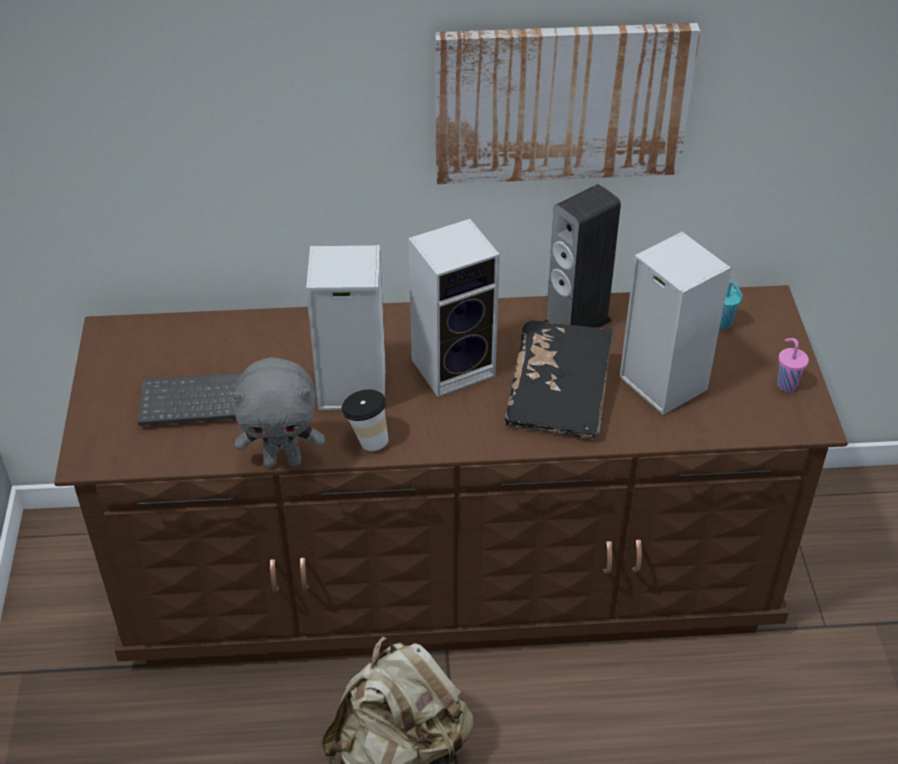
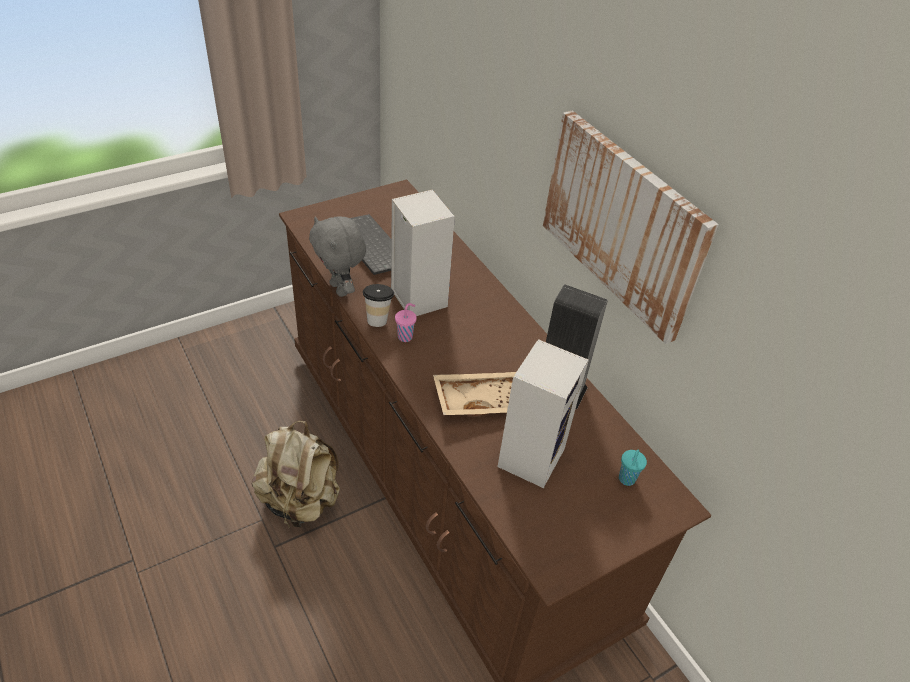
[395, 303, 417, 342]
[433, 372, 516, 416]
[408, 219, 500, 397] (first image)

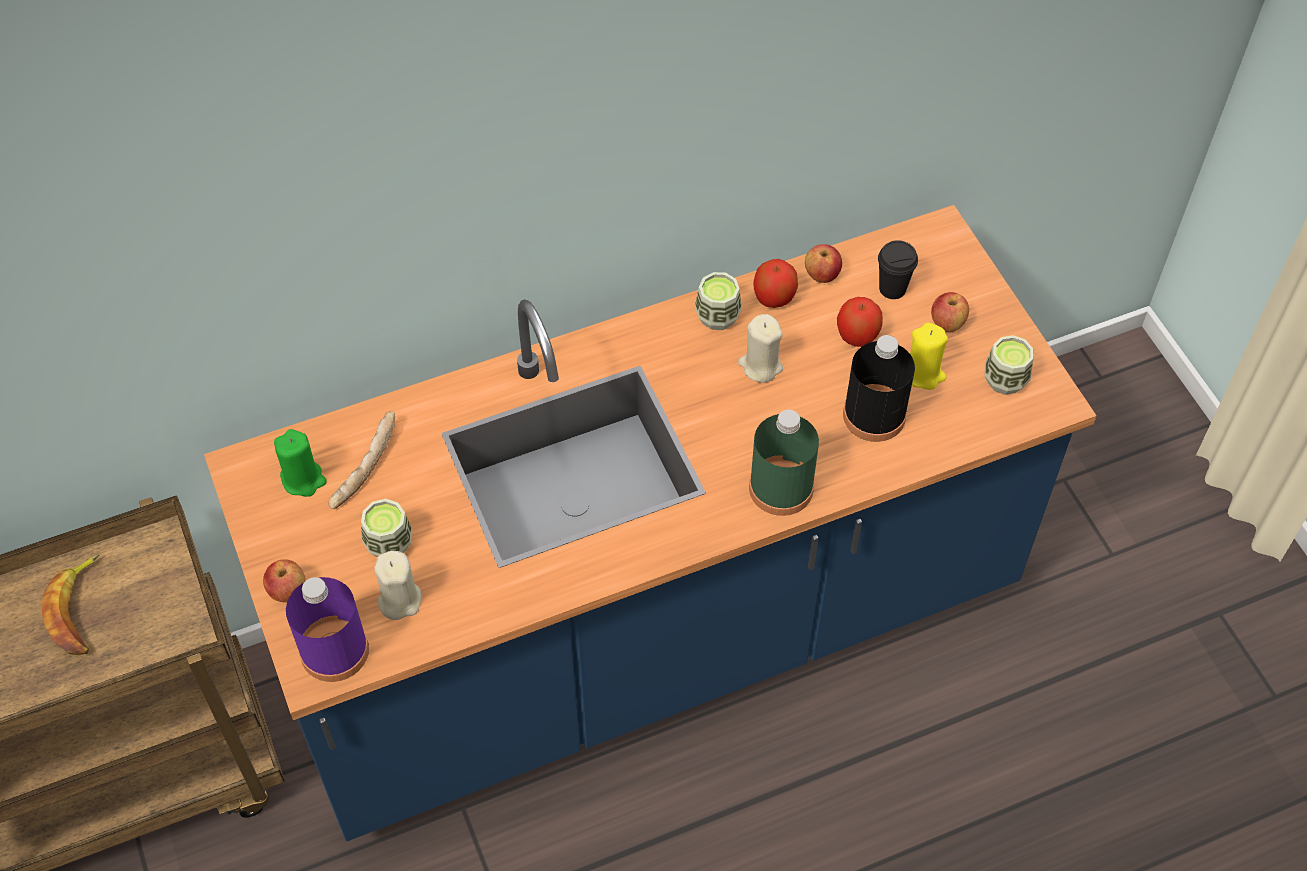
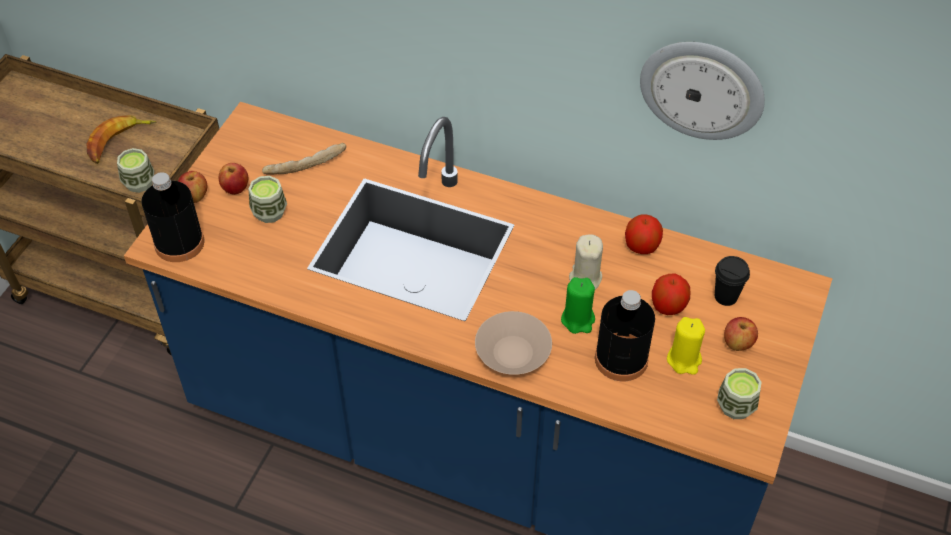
[117, 148, 154, 193]
[141, 172, 204, 262]
[219, 163, 248, 195]
[475, 311, 552, 375]
[561, 277, 595, 334]
[640, 42, 765, 140]
[374, 551, 421, 620] (first image)

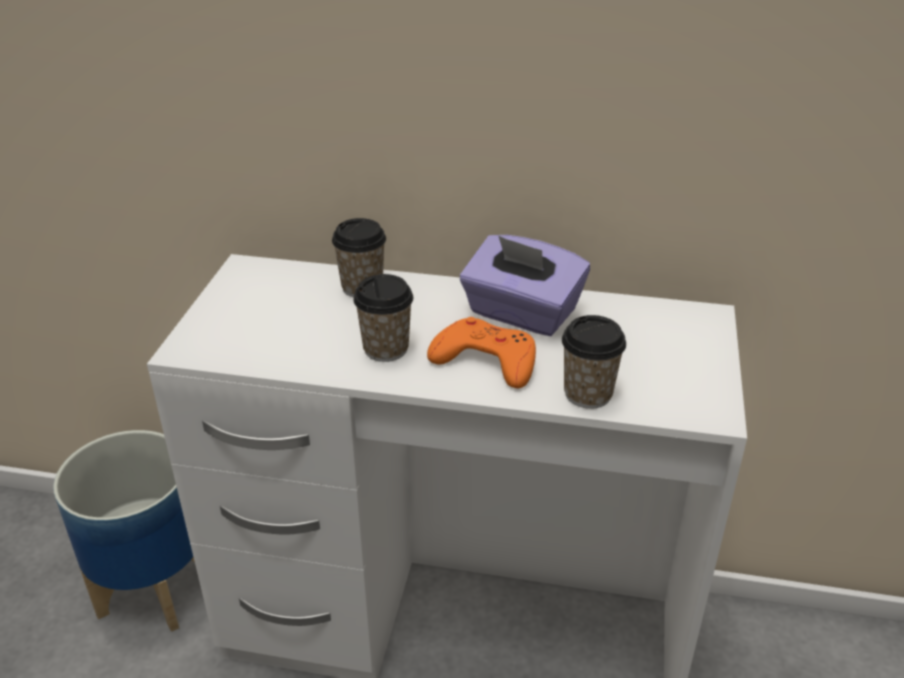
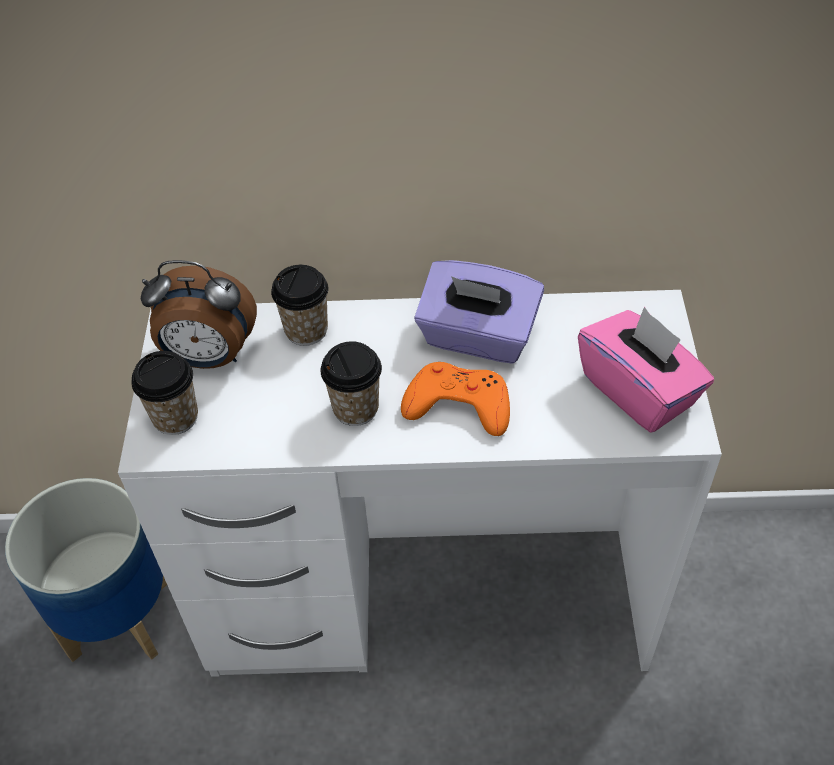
[131, 351, 198, 435]
[141, 260, 257, 369]
[578, 307, 714, 432]

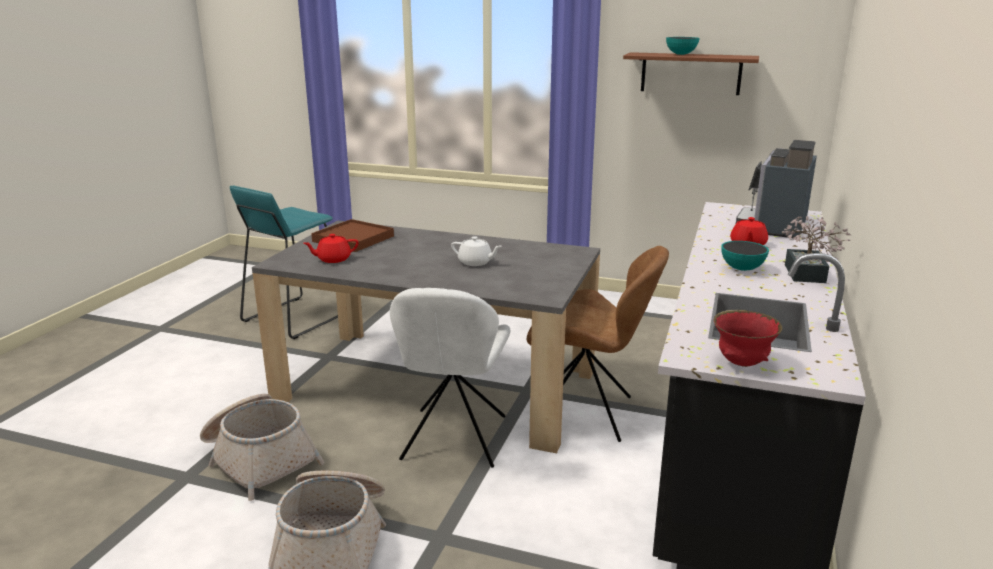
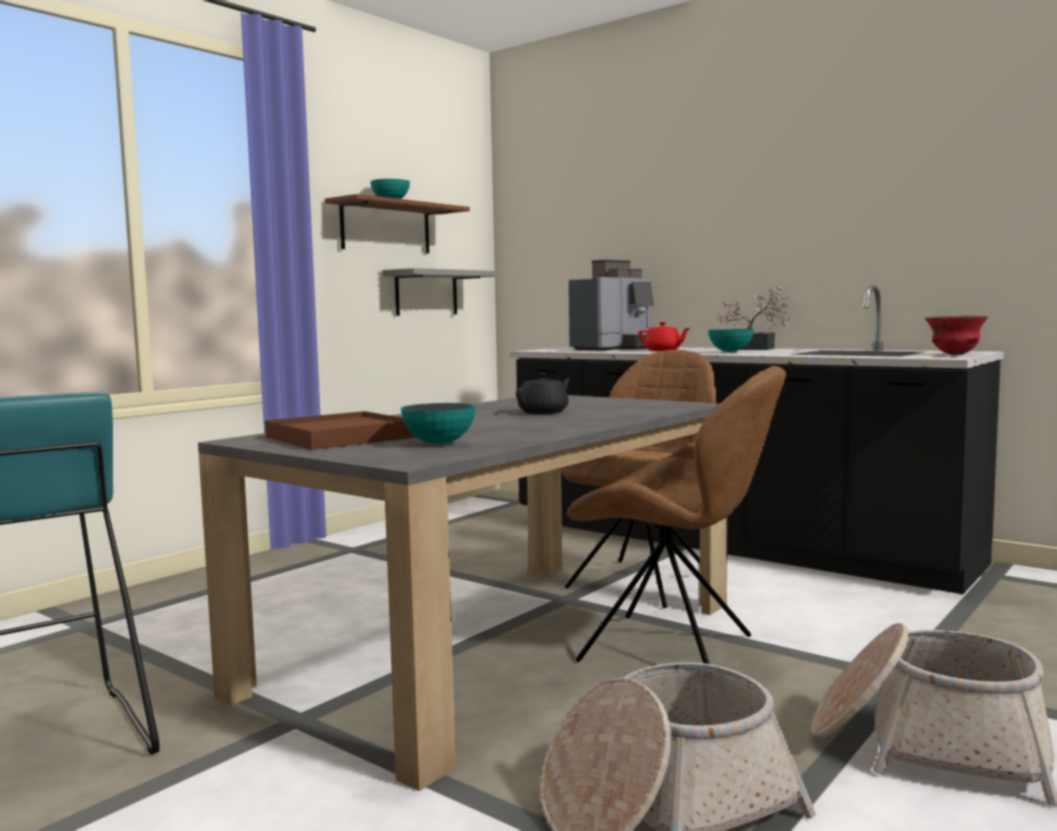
[382, 268, 497, 316]
[401, 403, 476, 444]
[516, 373, 571, 414]
[567, 366, 786, 664]
[569, 259, 654, 351]

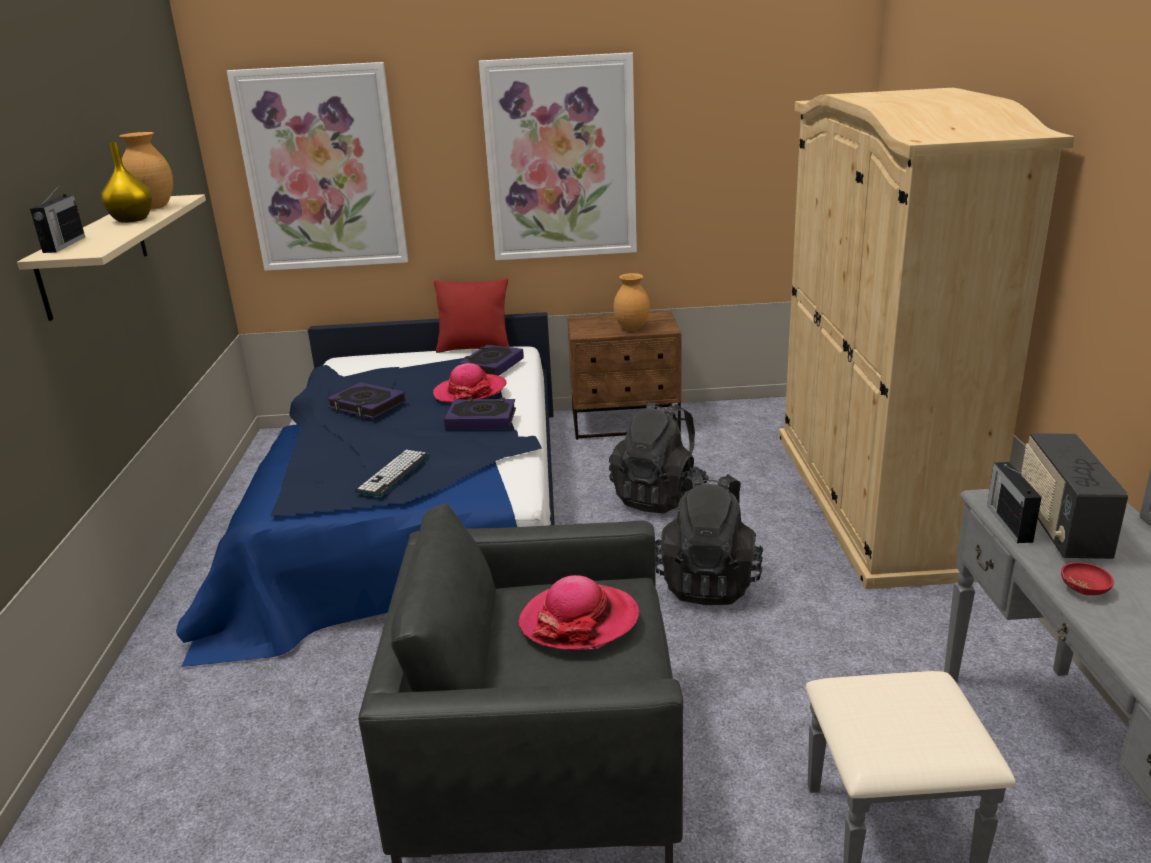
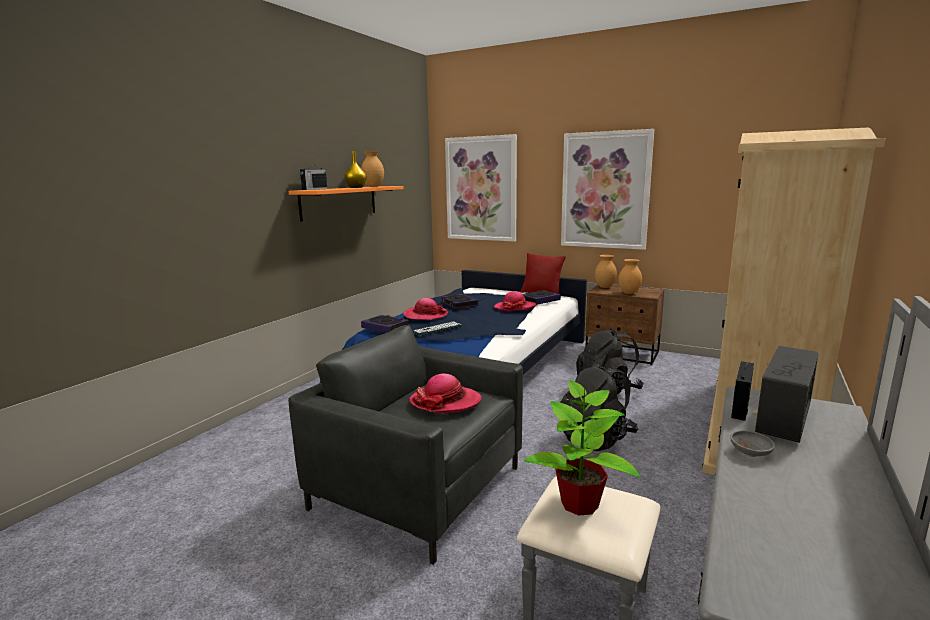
[289, 186, 404, 221]
[361, 315, 409, 333]
[403, 298, 448, 320]
[524, 380, 640, 516]
[595, 255, 617, 288]
[730, 430, 775, 457]

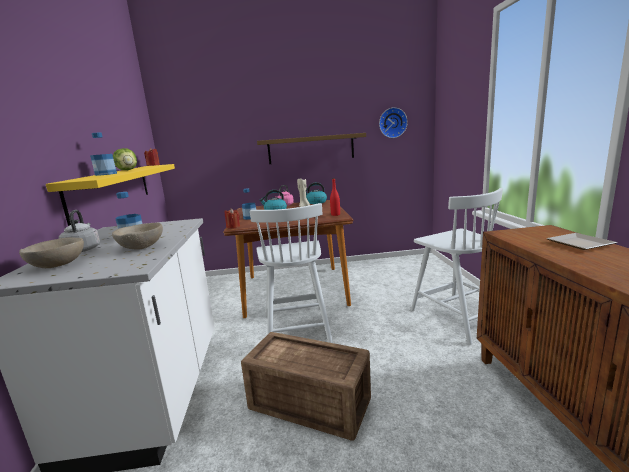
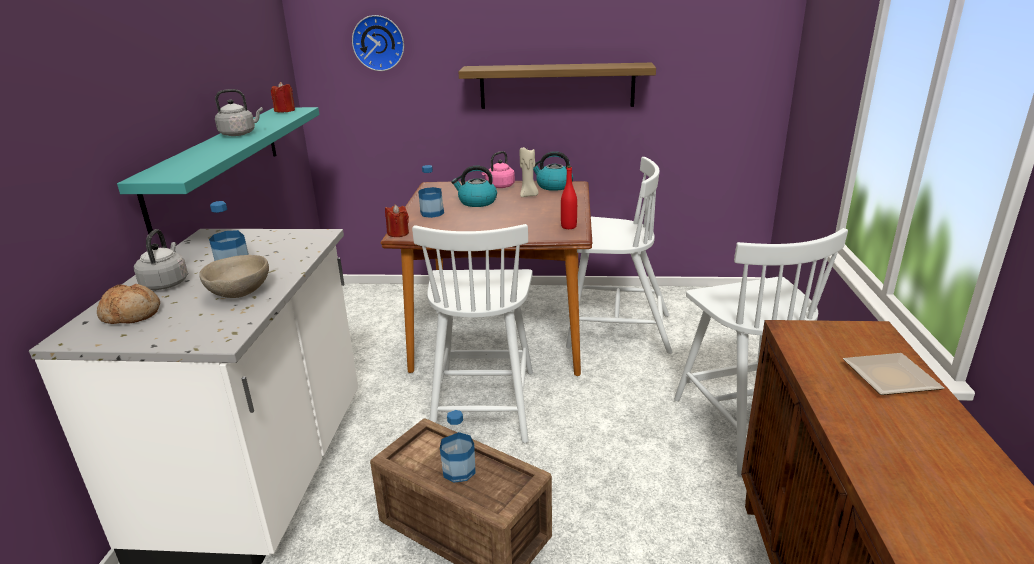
[97, 284, 160, 324]
[117, 107, 319, 234]
[215, 89, 263, 136]
[352, 15, 404, 71]
[440, 410, 476, 483]
[566, 157, 672, 354]

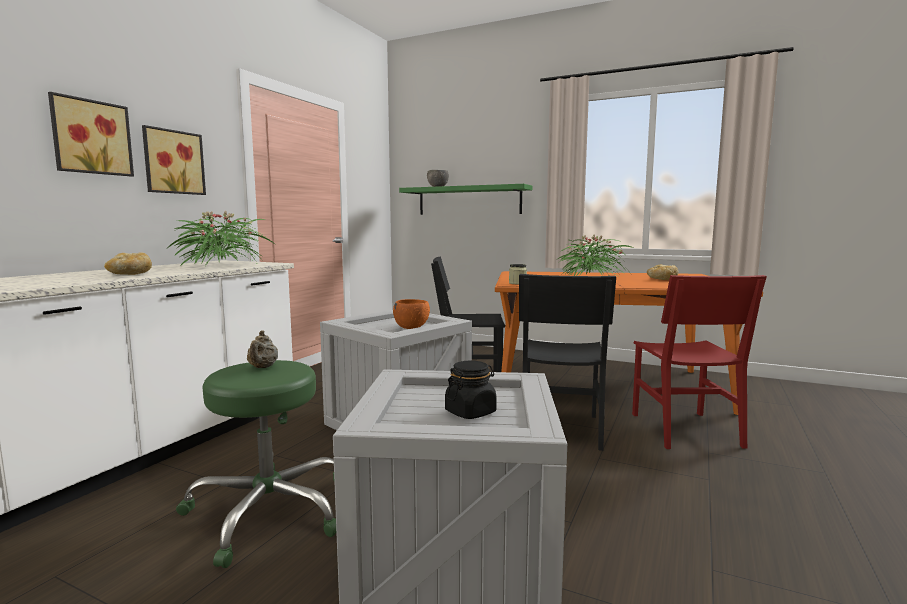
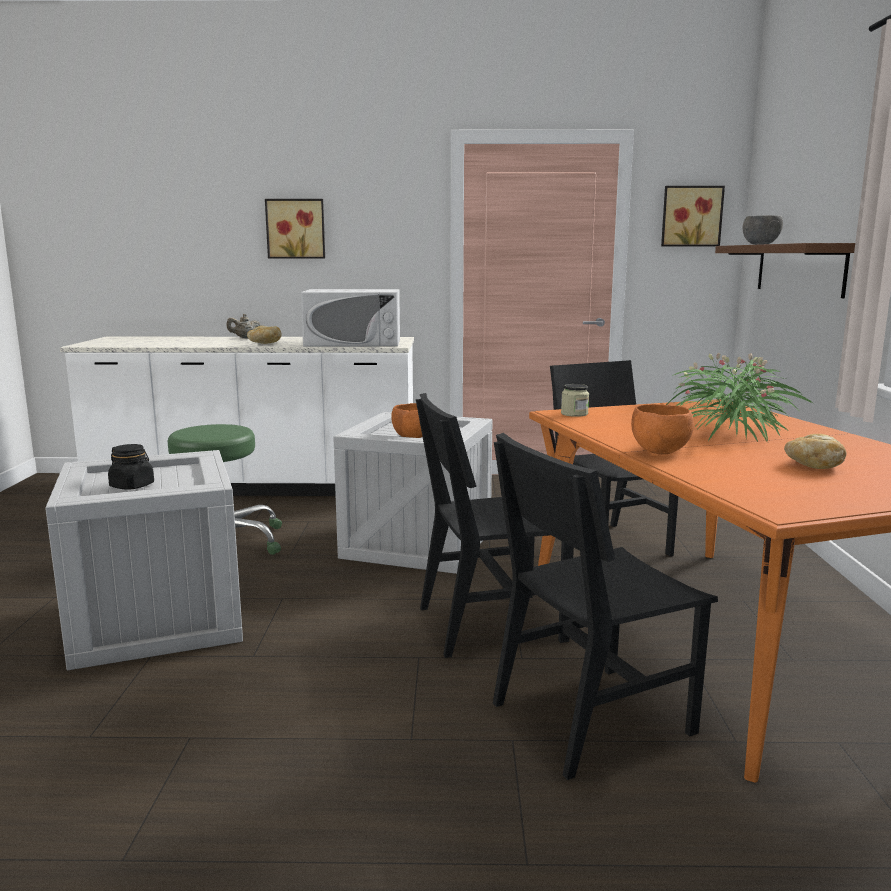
[227, 314, 261, 339]
[301, 289, 400, 347]
[493, 433, 718, 780]
[631, 404, 694, 454]
[661, 186, 725, 246]
[715, 243, 855, 298]

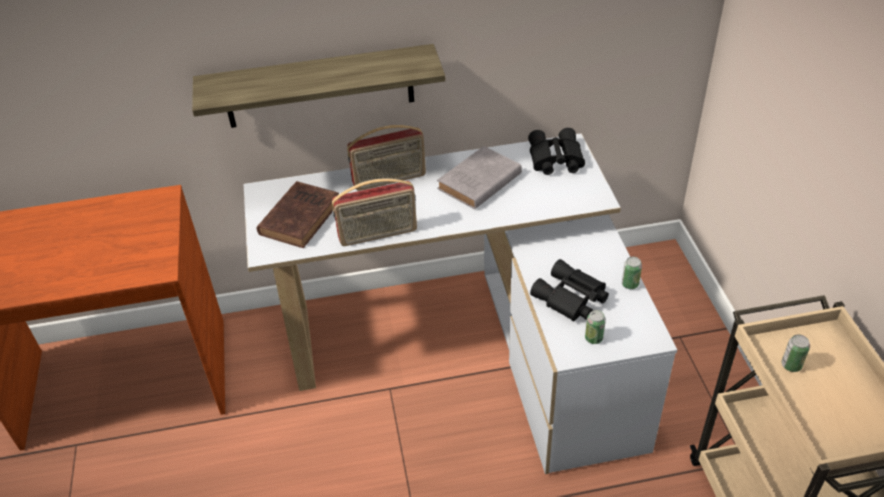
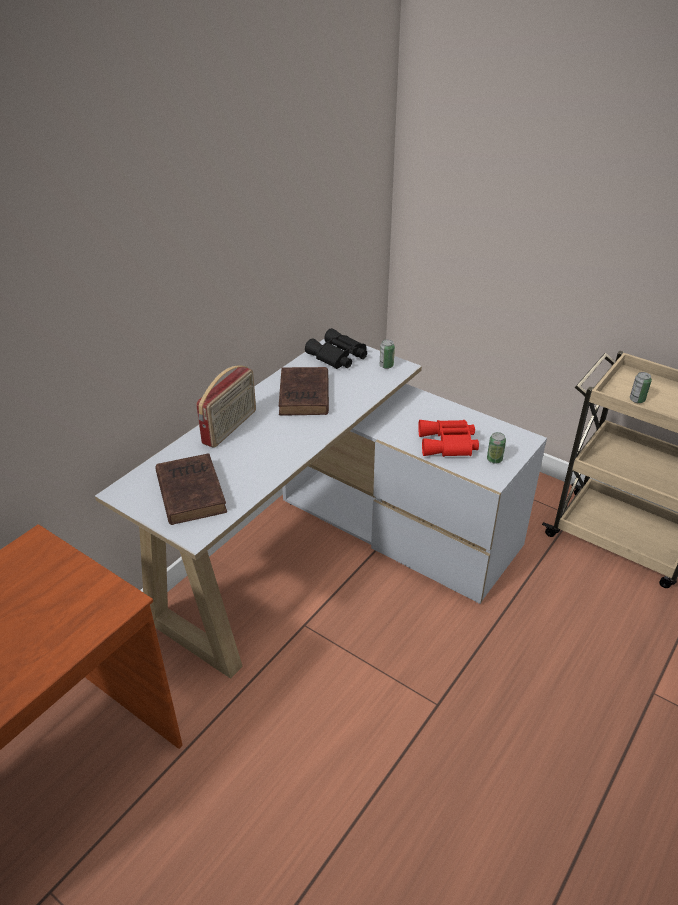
[279, 367, 329, 415]
[380, 339, 395, 369]
[418, 420, 479, 457]
[192, 44, 446, 128] (first image)
[332, 178, 417, 246] (first image)

